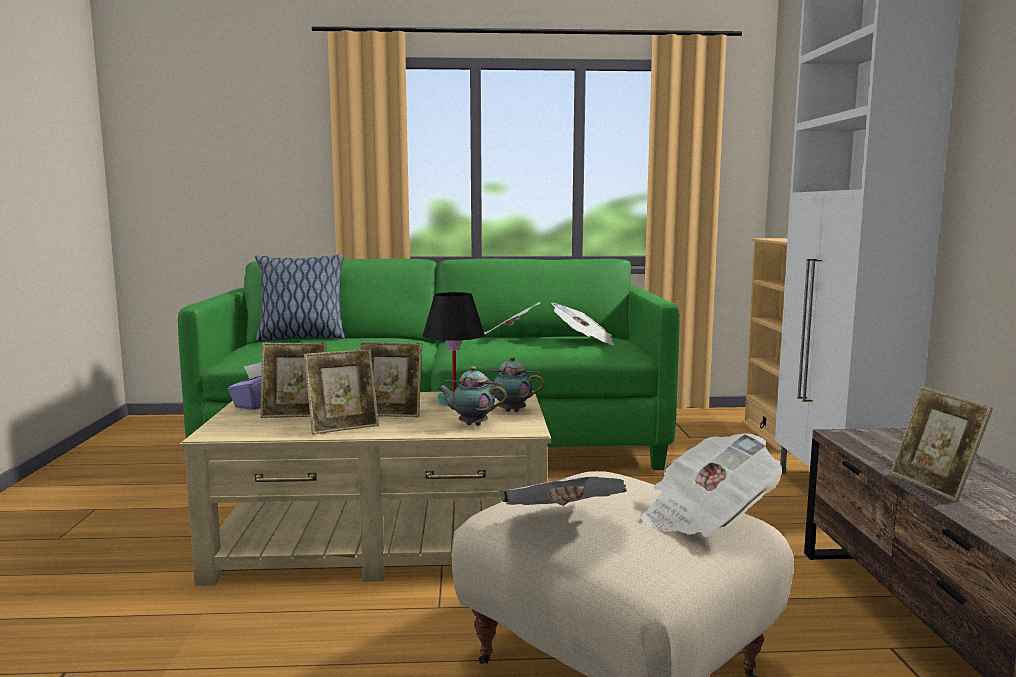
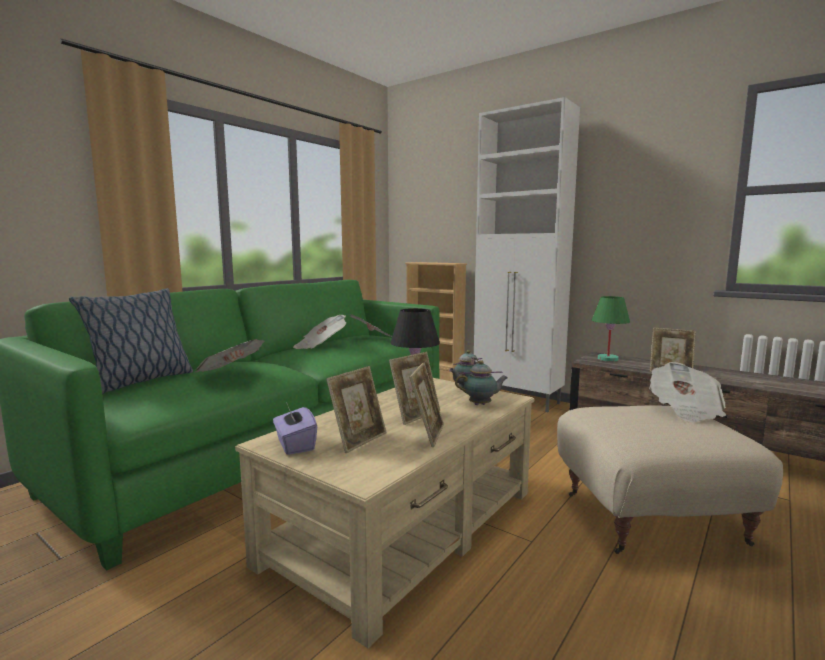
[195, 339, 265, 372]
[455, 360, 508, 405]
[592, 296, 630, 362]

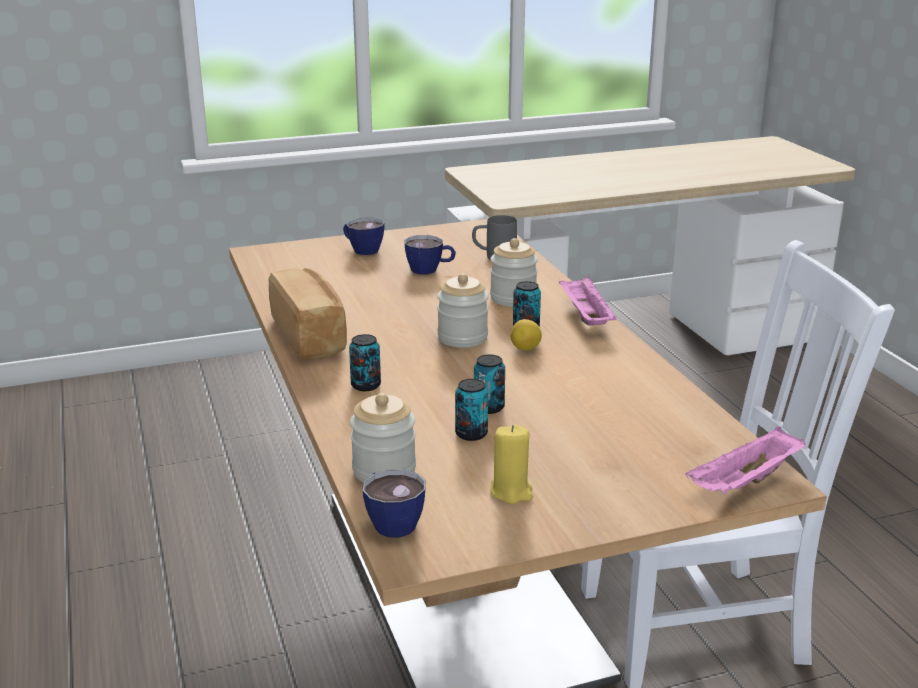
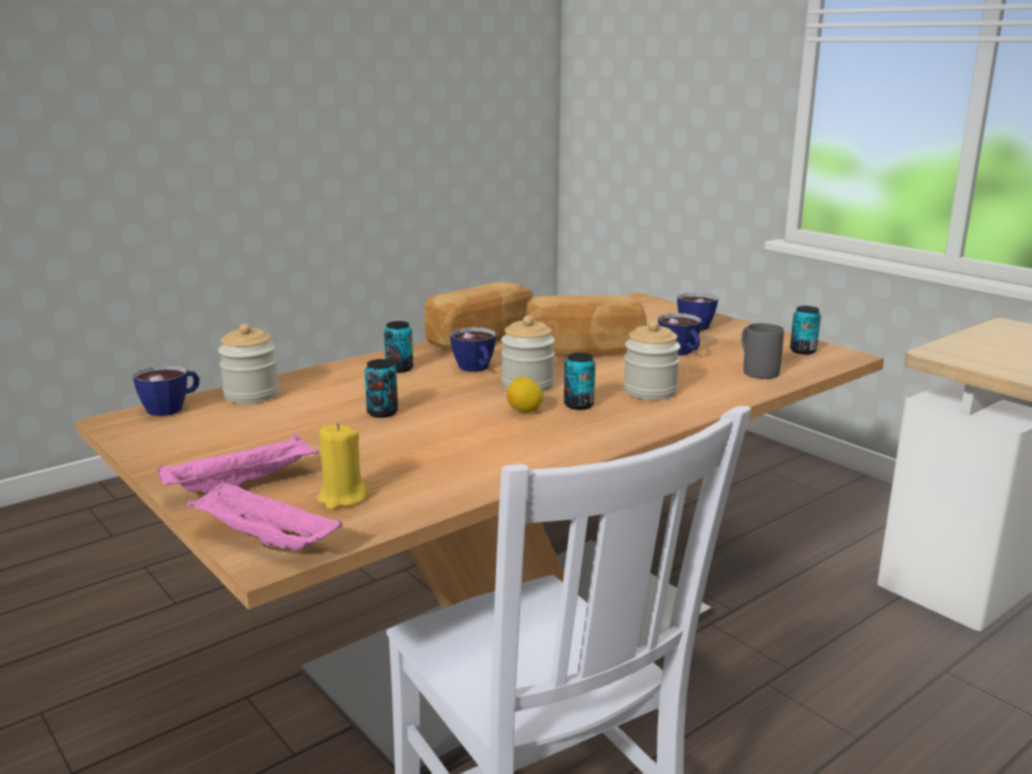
[157, 434, 320, 495]
[317, 423, 368, 510]
[450, 327, 496, 372]
[526, 295, 647, 355]
[790, 306, 821, 355]

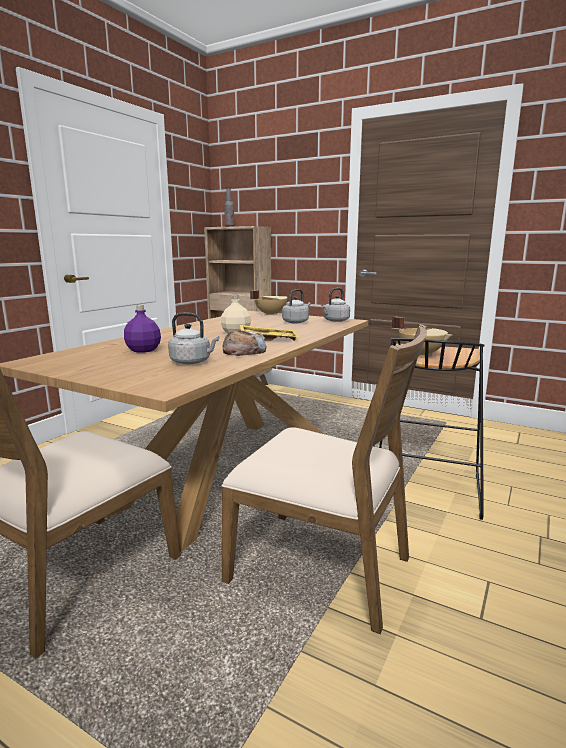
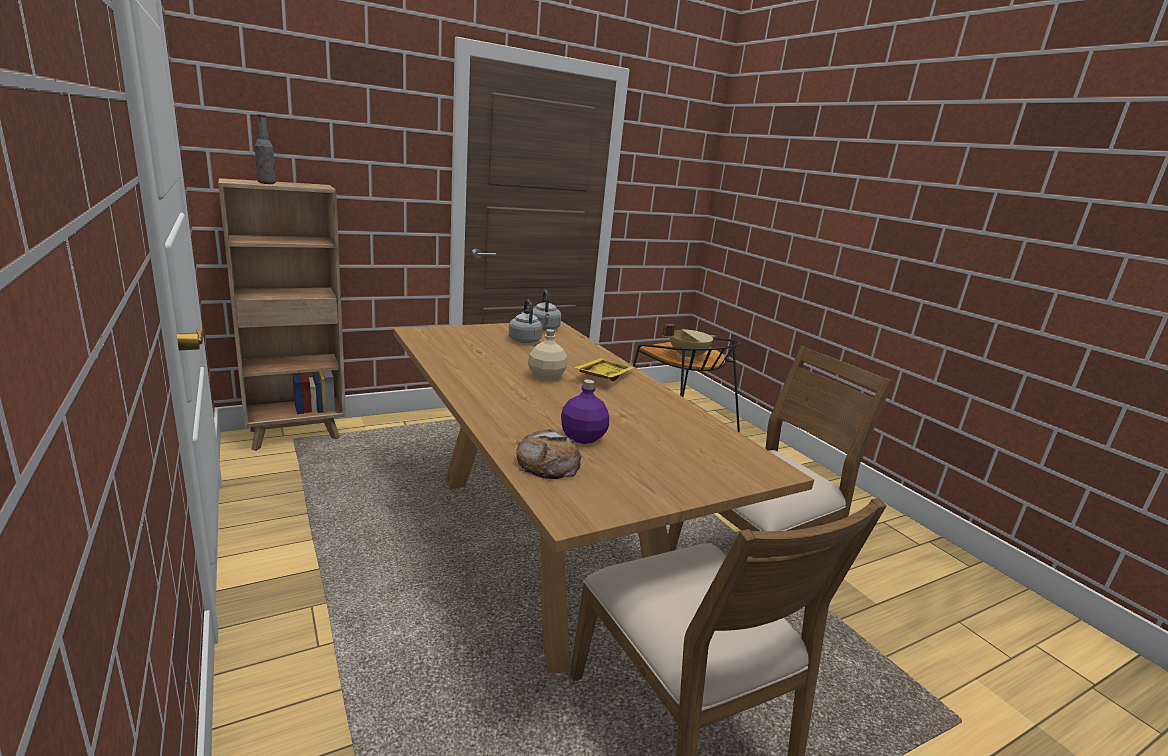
[516, 429, 582, 479]
[168, 312, 219, 364] (first image)
[250, 290, 287, 316] (first image)

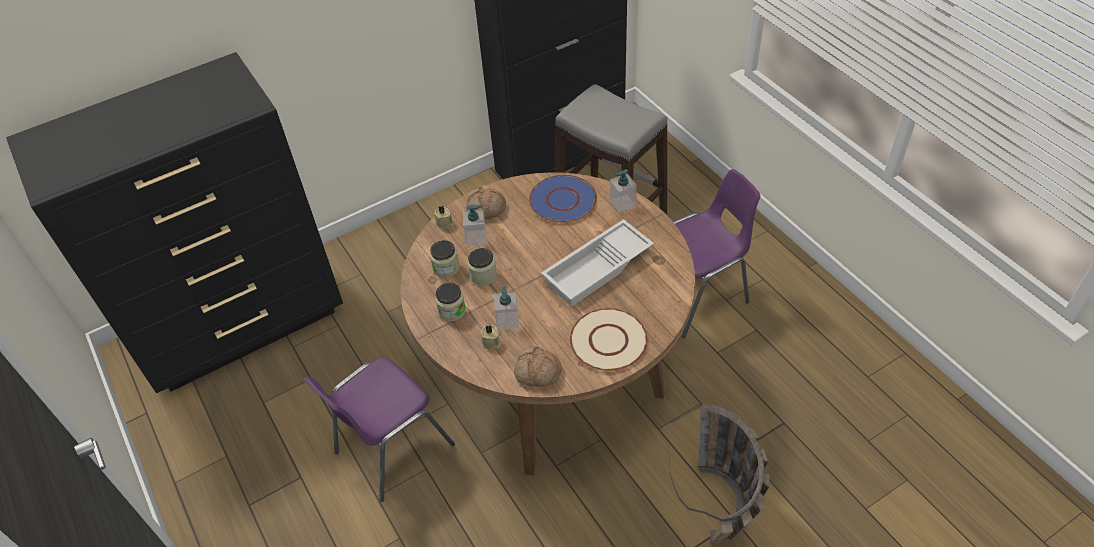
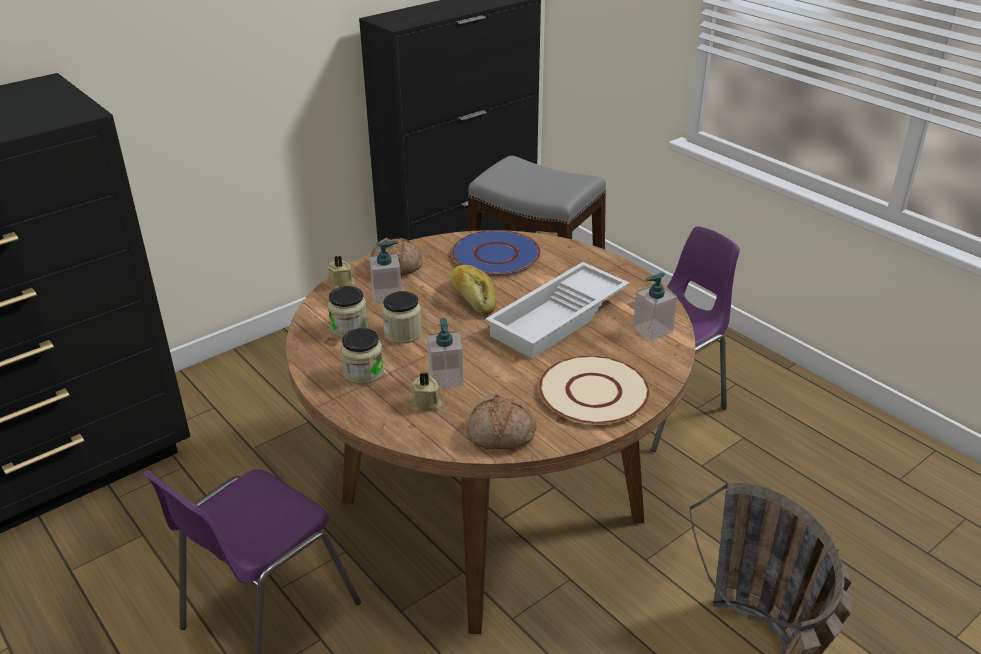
[450, 265, 496, 315]
[633, 273, 677, 341]

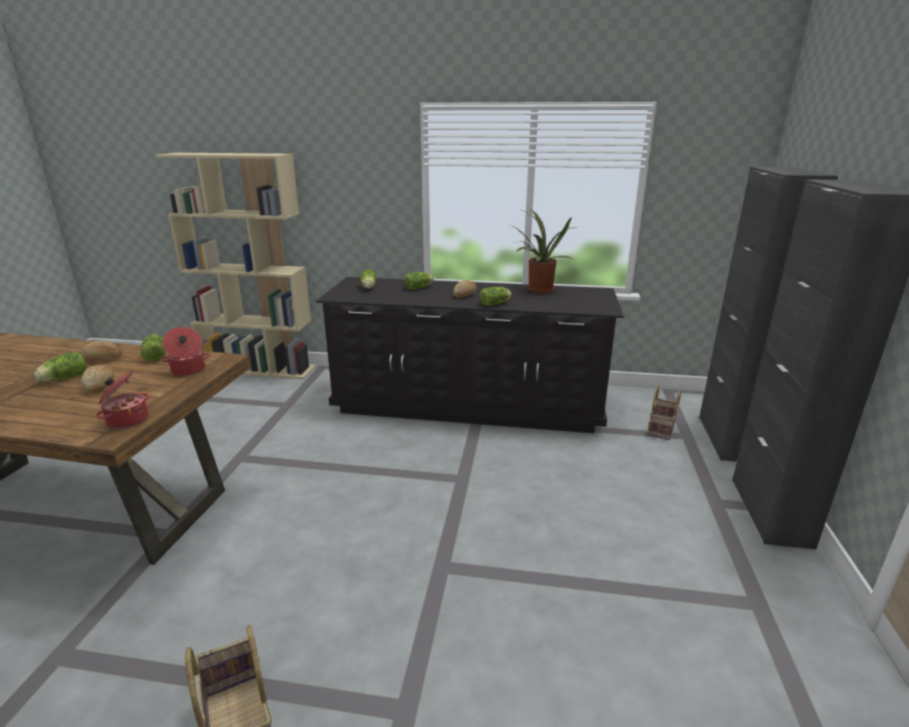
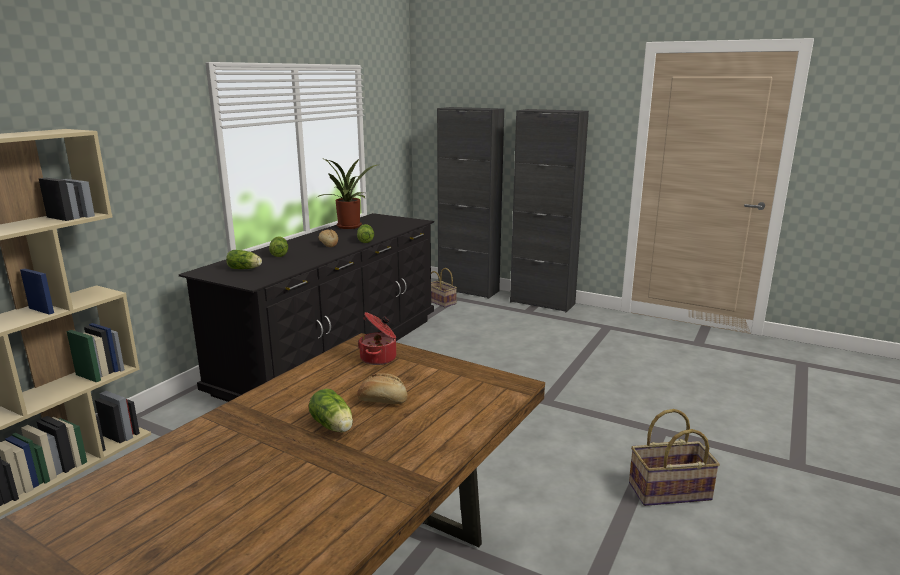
[80, 341, 122, 362] (first image)
[96, 371, 150, 429] (first image)
[141, 334, 166, 361] (first image)

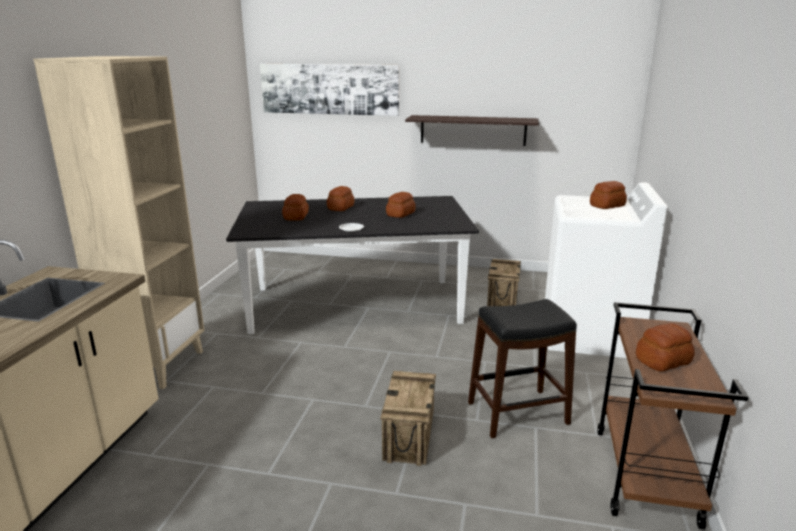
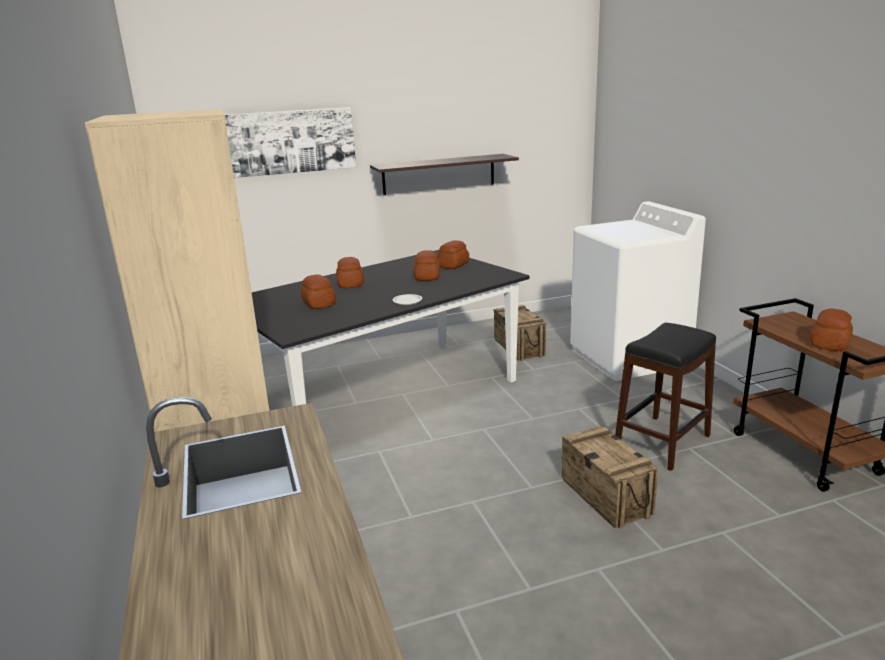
[437, 240, 469, 269]

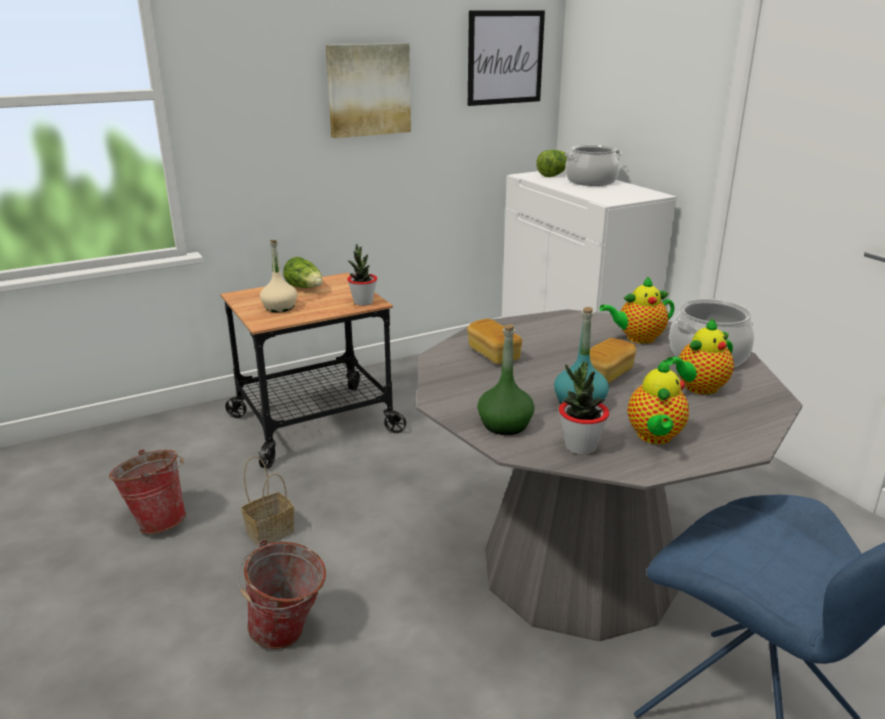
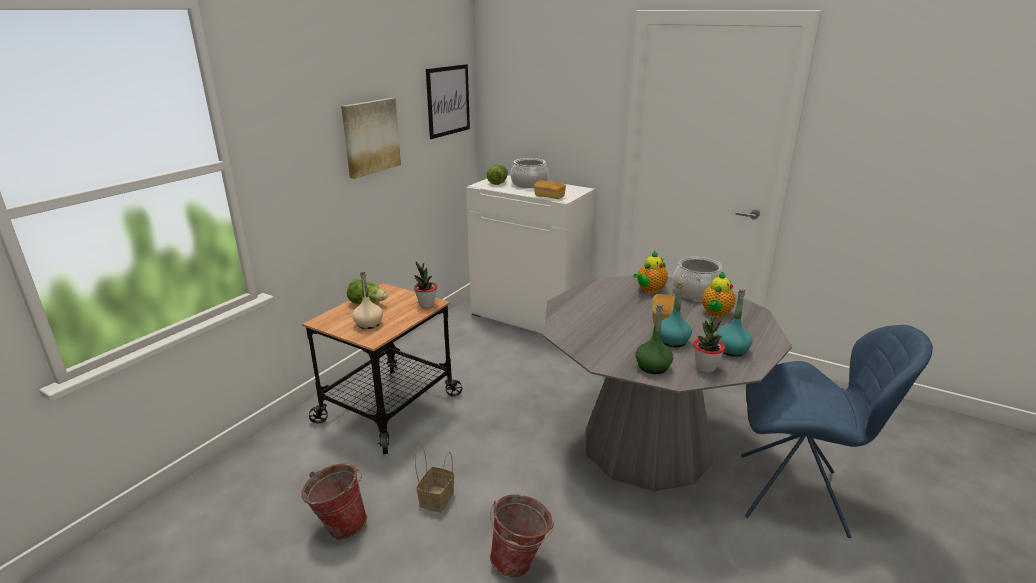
[534, 180, 566, 199]
[716, 289, 752, 357]

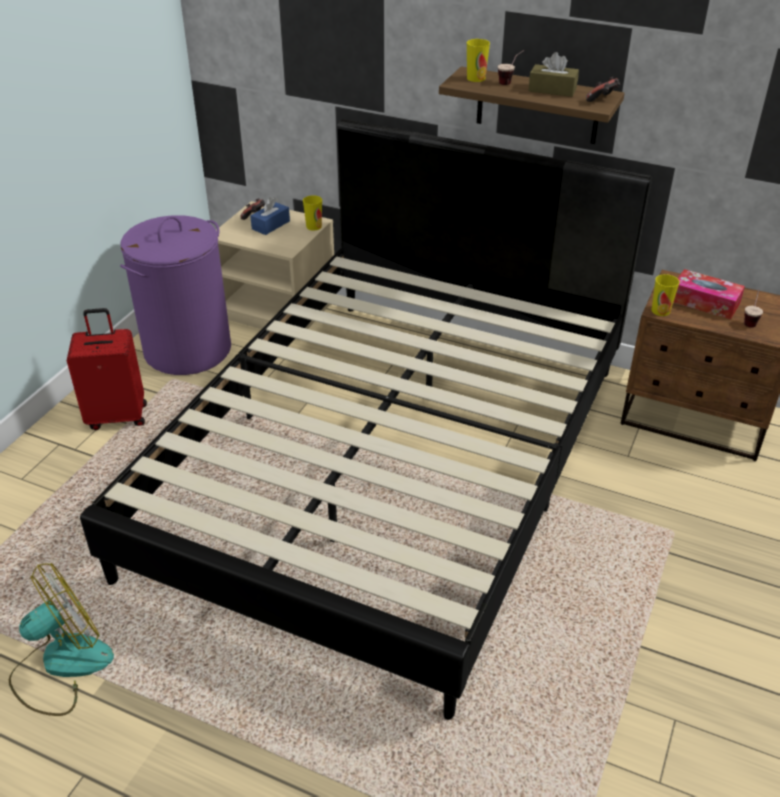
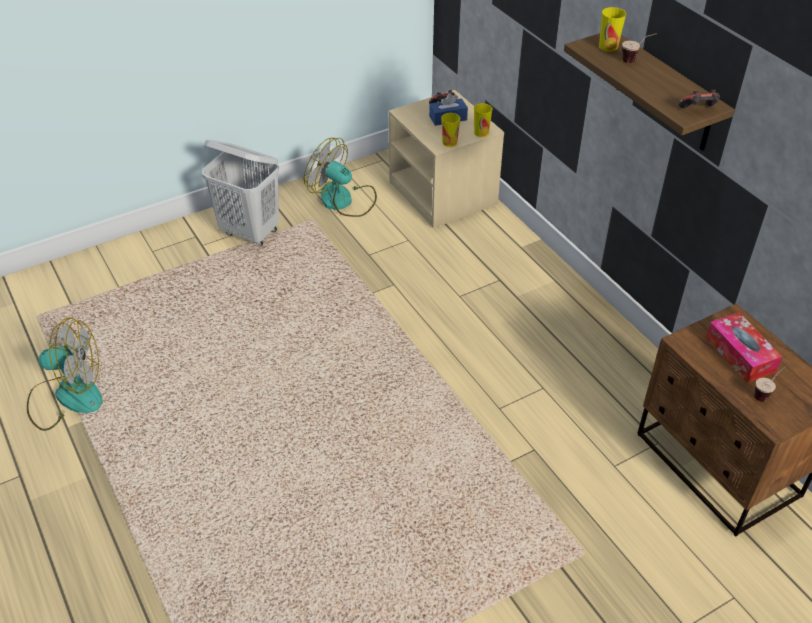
[202, 140, 279, 246]
[304, 138, 377, 217]
[441, 113, 460, 147]
[80, 119, 652, 720] (first image)
[528, 52, 579, 97] (first image)

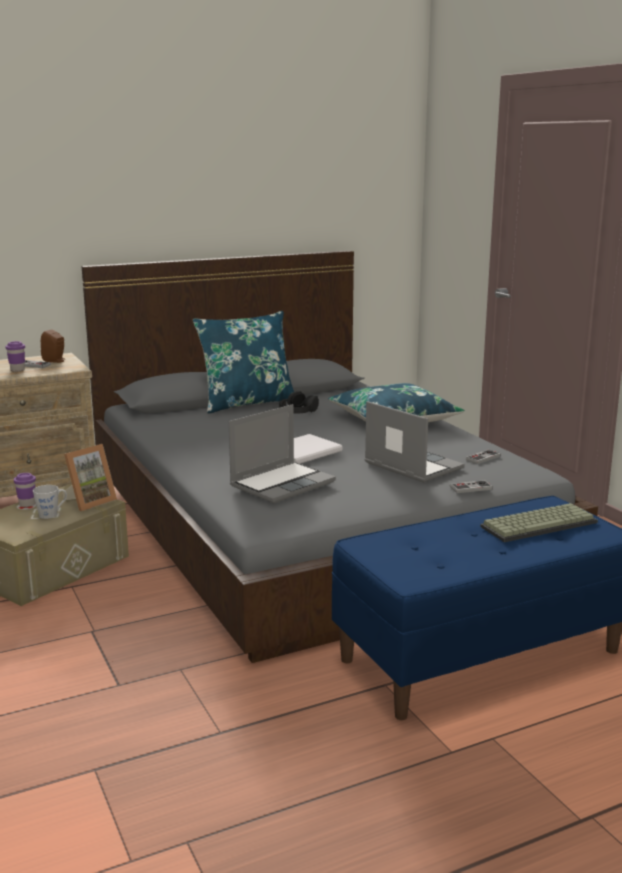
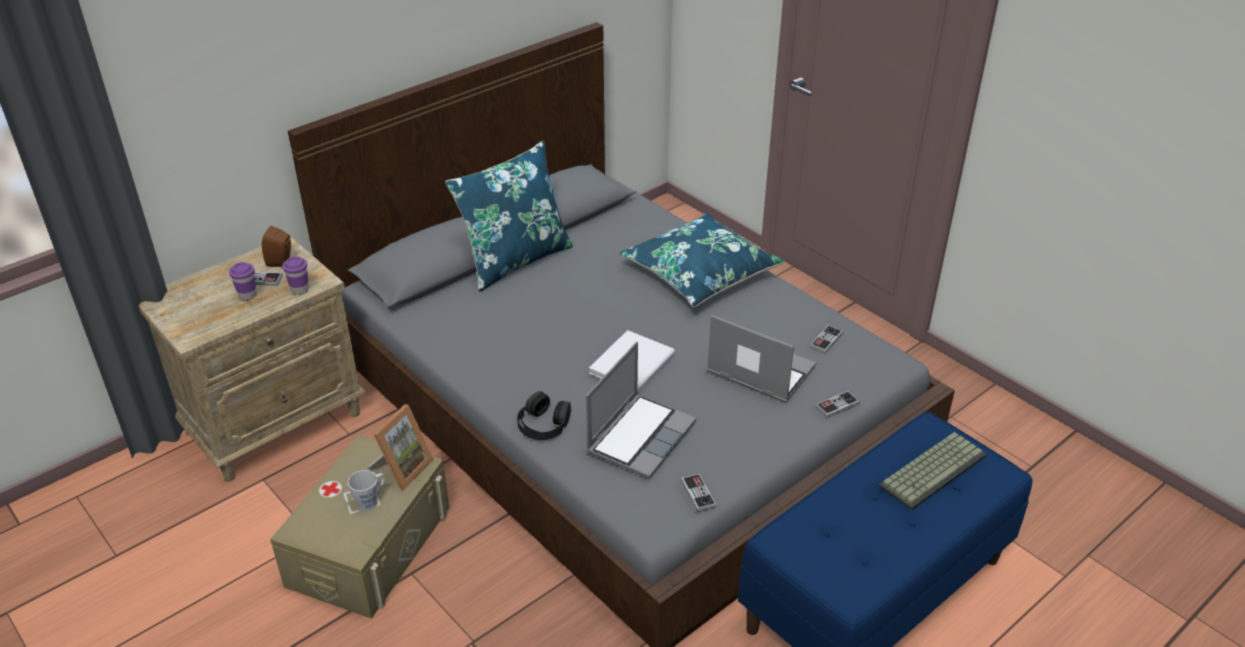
[282, 257, 309, 295]
[517, 391, 571, 440]
[681, 473, 716, 512]

